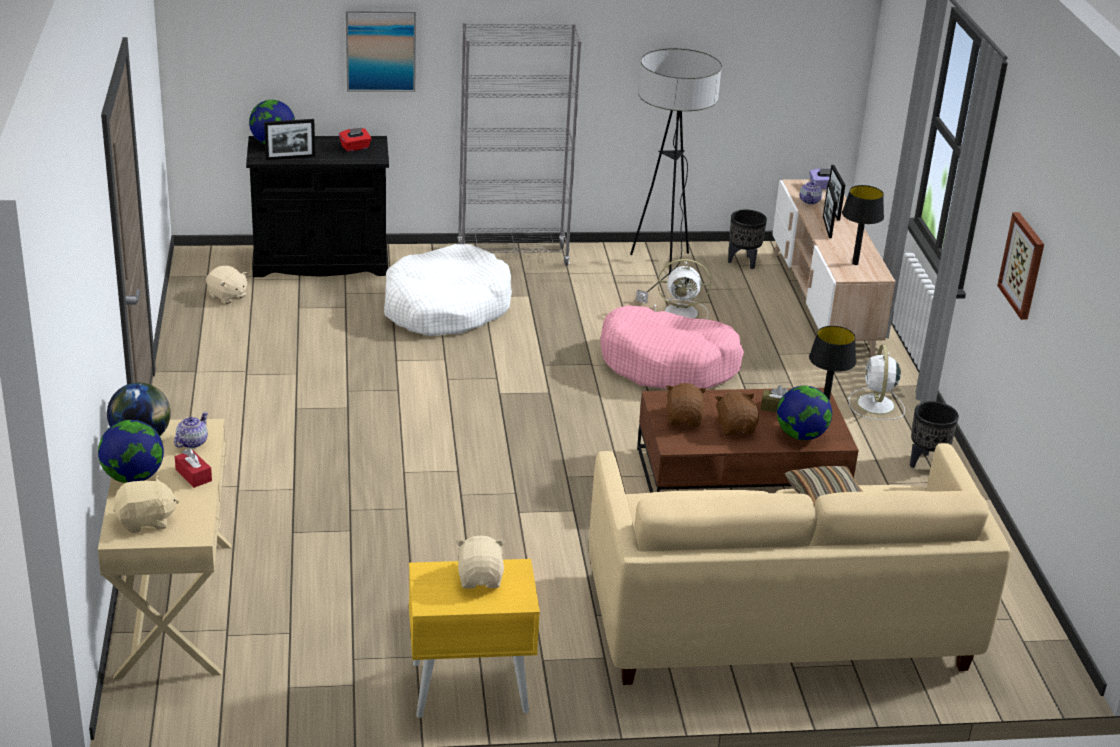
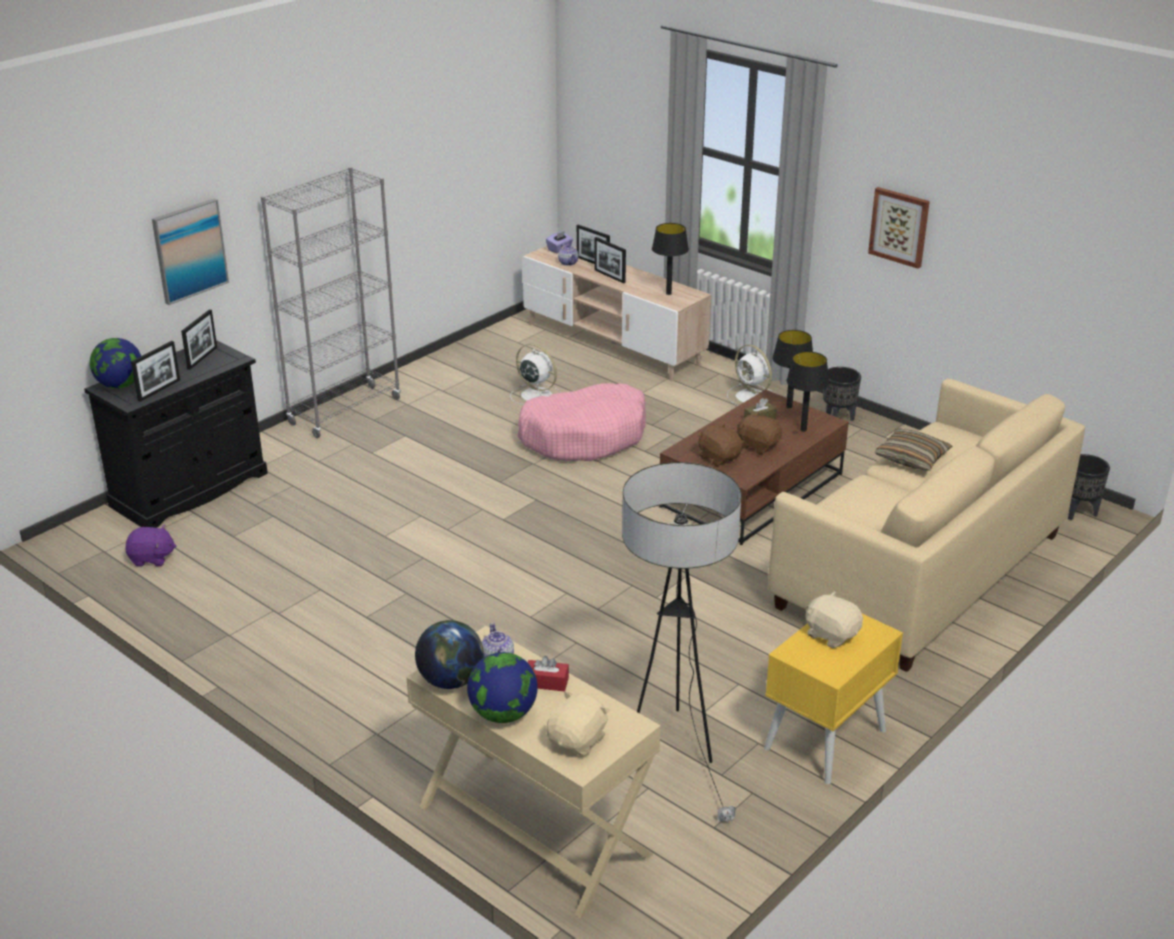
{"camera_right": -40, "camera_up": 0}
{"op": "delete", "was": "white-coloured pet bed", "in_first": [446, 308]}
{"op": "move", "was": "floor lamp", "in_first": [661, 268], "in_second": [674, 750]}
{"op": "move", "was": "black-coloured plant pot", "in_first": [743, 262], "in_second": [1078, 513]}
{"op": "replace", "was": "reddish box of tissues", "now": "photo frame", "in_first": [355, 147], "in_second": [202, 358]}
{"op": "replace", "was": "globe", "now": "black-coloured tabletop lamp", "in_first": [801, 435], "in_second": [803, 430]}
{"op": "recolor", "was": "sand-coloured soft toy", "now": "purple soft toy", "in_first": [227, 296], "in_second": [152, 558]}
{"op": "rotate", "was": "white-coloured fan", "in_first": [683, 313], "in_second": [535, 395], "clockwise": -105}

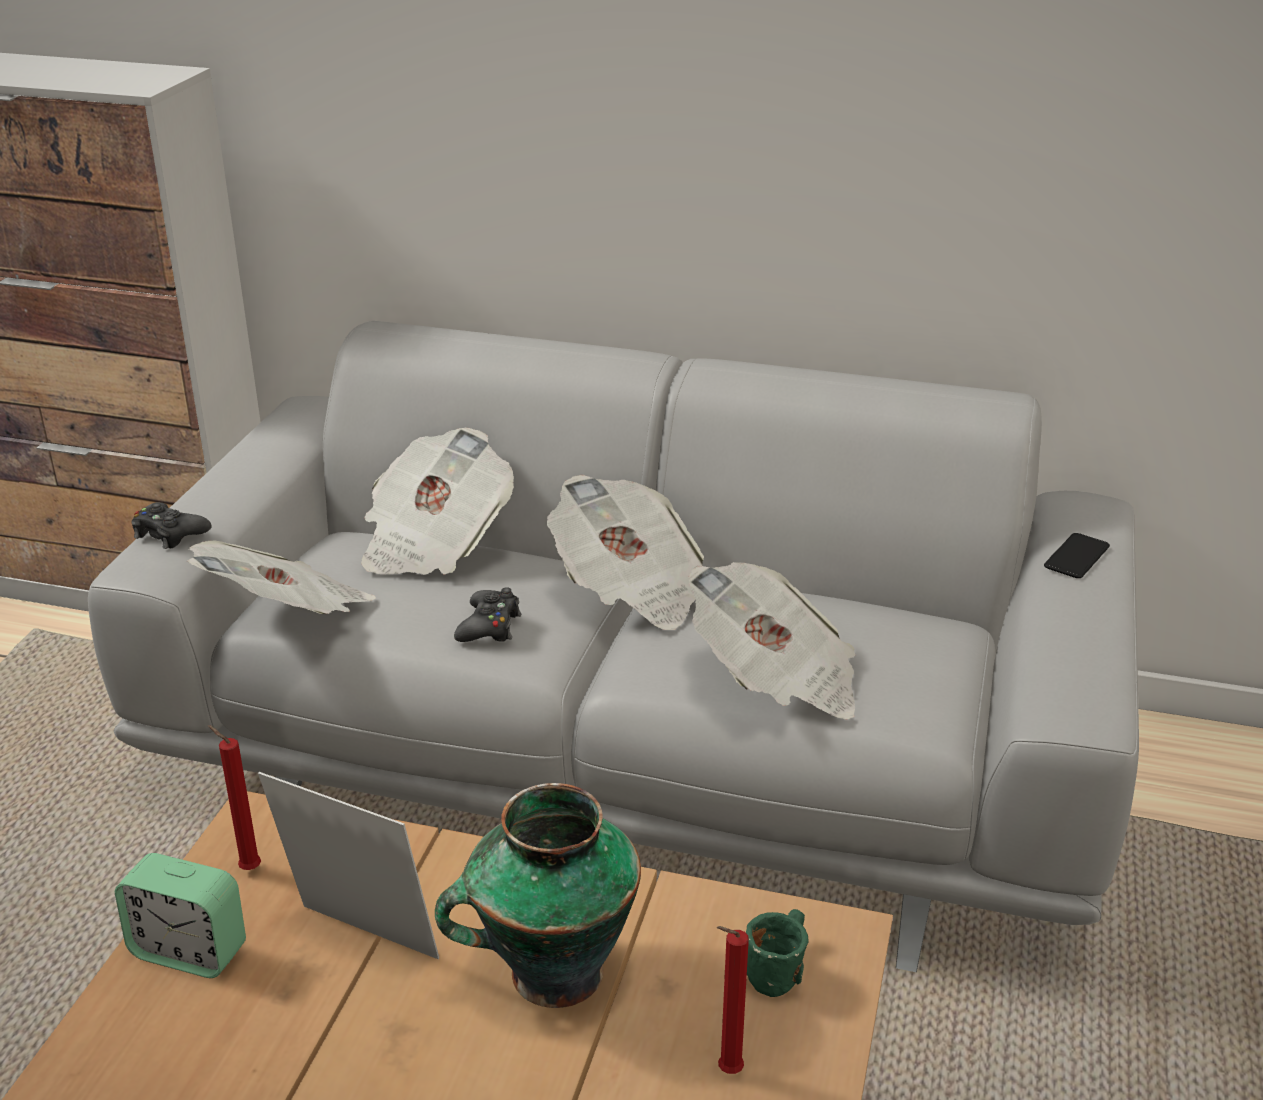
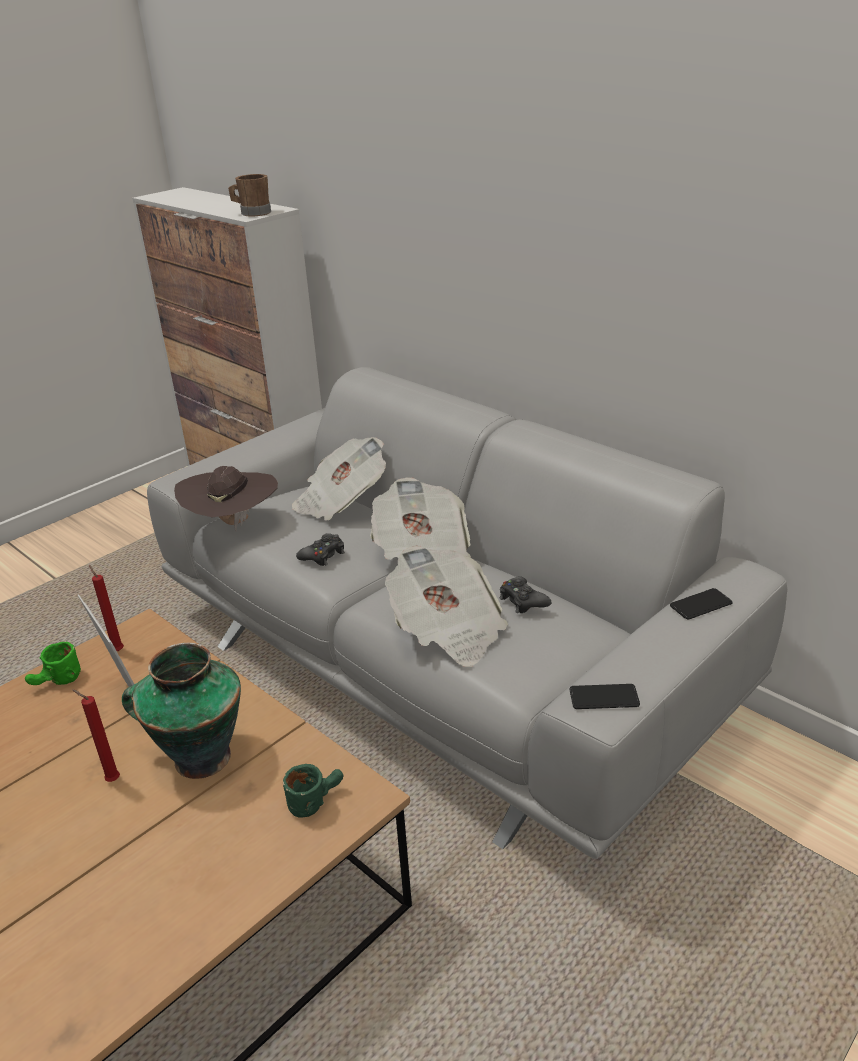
{"camera_right": 30, "camera_up": 0}
{"op": "insert", "now": "brown-coloured coffee mug", "in_second": [252, 213]}
{"op": "insert", "now": "handset", "in_second": [604, 697]}
{"op": "move", "was": "black-coloured joypad", "in_first": [169, 534], "in_second": [522, 601]}
{"op": "move", "was": "reddish candle", "in_first": [726, 1071], "in_second": [111, 780]}
{"op": "replace", "was": "alarm clock", "now": "green coffee mug", "in_first": [189, 951], "in_second": [57, 682]}
{"op": "replace", "was": "newspaper", "now": "brown-coloured clothing hat", "in_first": [289, 616], "in_second": [233, 524]}

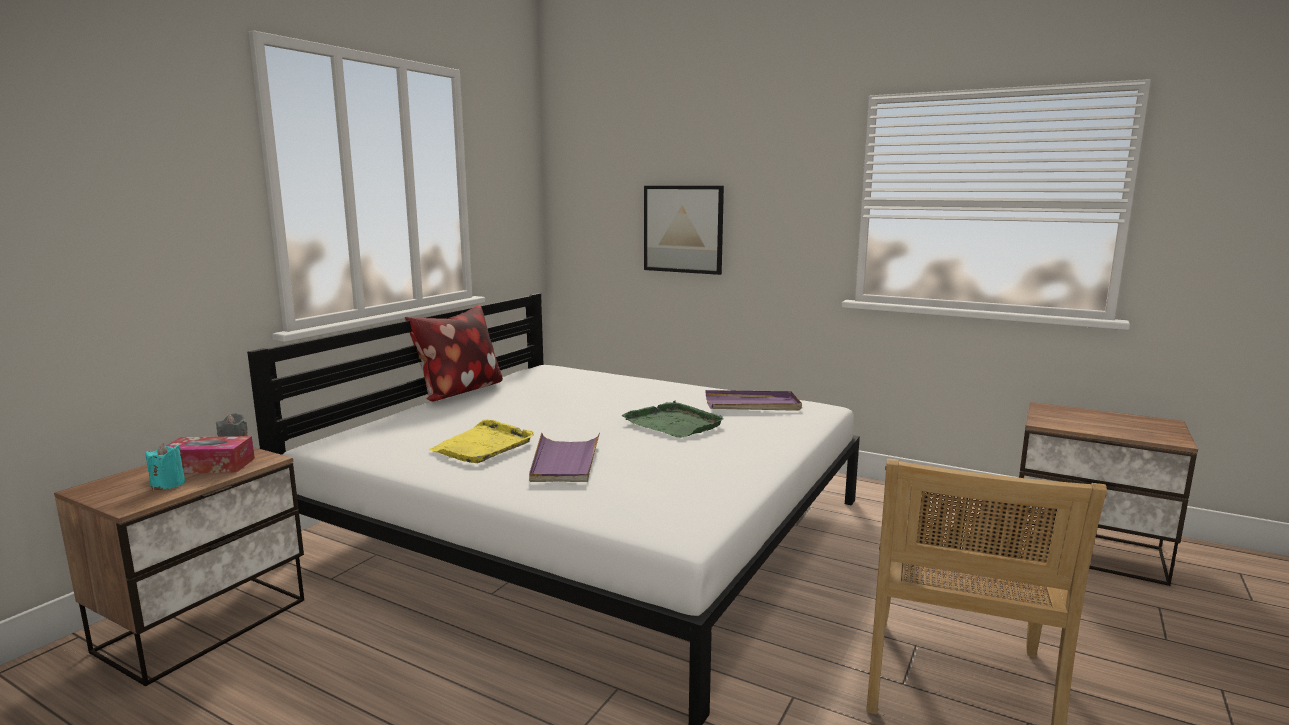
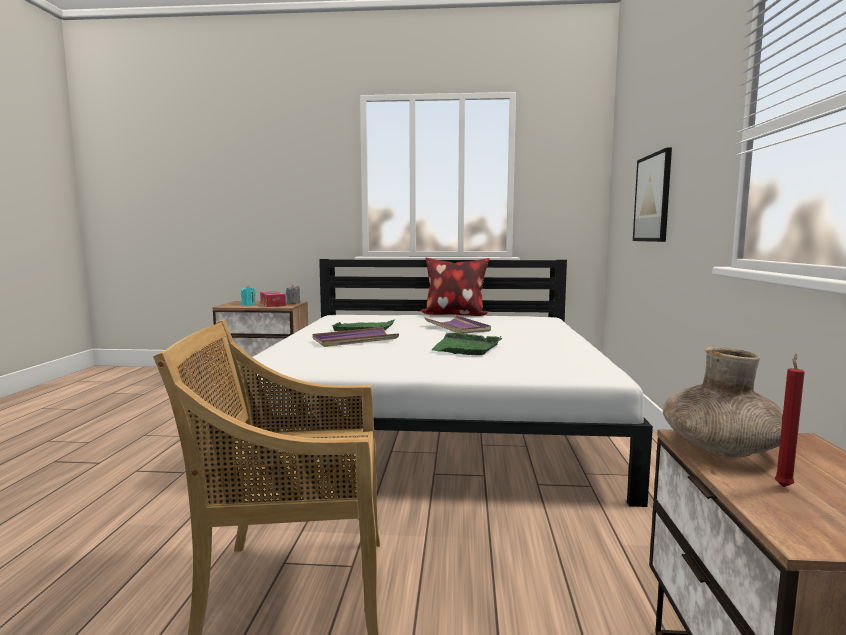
{"camera_right": 65, "camera_up": -5}
{"op": "insert", "now": "brown-coloured flower vase", "in_second": [722, 448]}
{"op": "insert", "now": "reddish candle", "in_second": [783, 486]}
{"op": "move", "was": "purple tray", "in_first": [752, 404], "in_second": [457, 327]}
{"op": "recolor", "was": "yellow tray", "now": "green tray", "in_first": [483, 445], "in_second": [364, 328]}

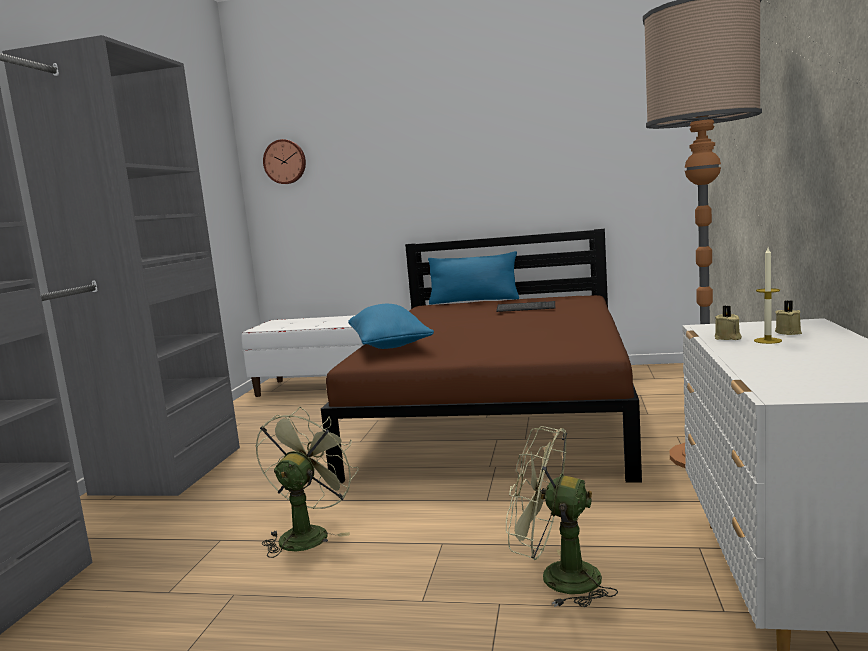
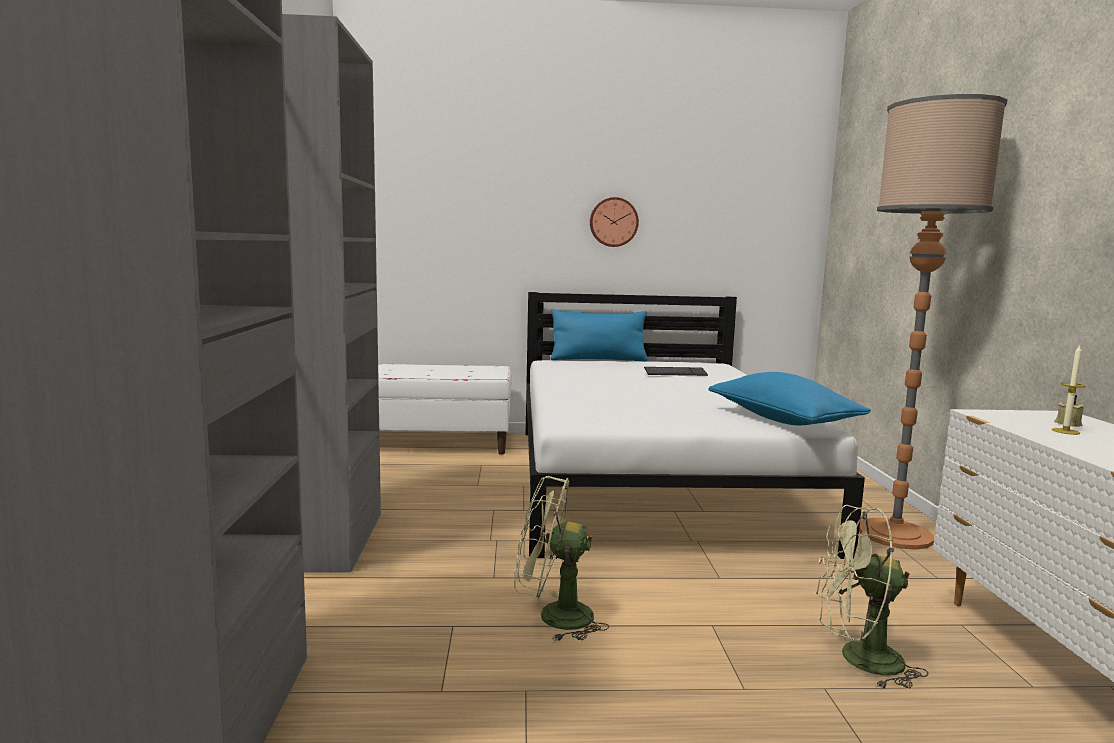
{"camera_right": -15, "camera_up": 0}
{"op": "delete", "was": "sand-coloured candle", "in_first": [727, 338]}
{"op": "move", "was": "clock on the wall", "in_first": [285, 162], "in_second": [613, 222]}
{"op": "move", "was": "blue pillow", "in_first": [389, 345], "in_second": [782, 420]}
{"op": "recolor", "was": "brown-coloured sleeping bed", "now": "white-coloured sleeping bed", "in_first": [499, 413], "in_second": [652, 482]}
{"op": "rotate", "was": "green fan", "in_first": [307, 534], "in_second": [553, 617], "clockwise": -90}

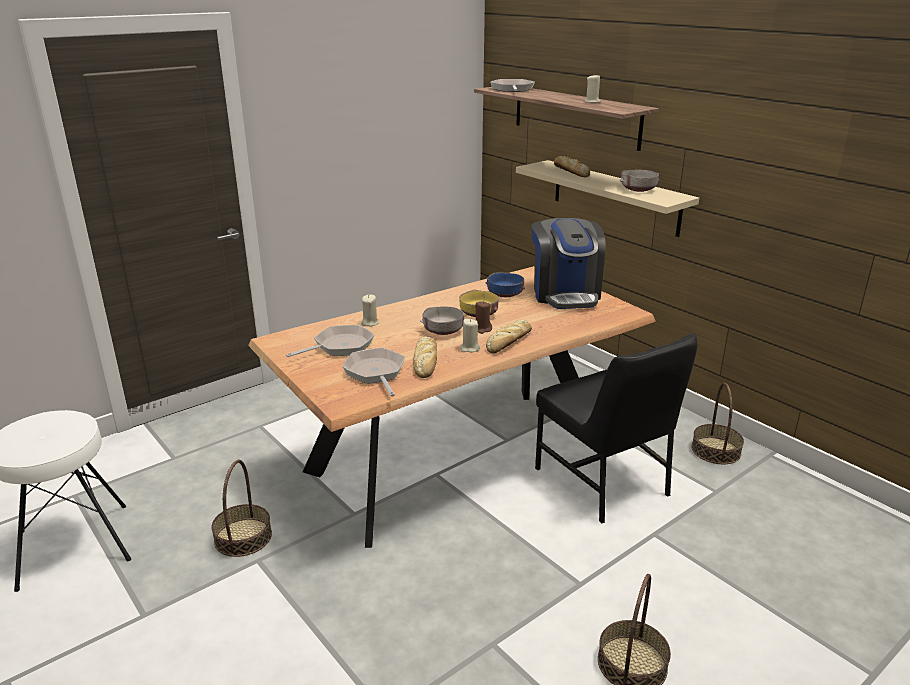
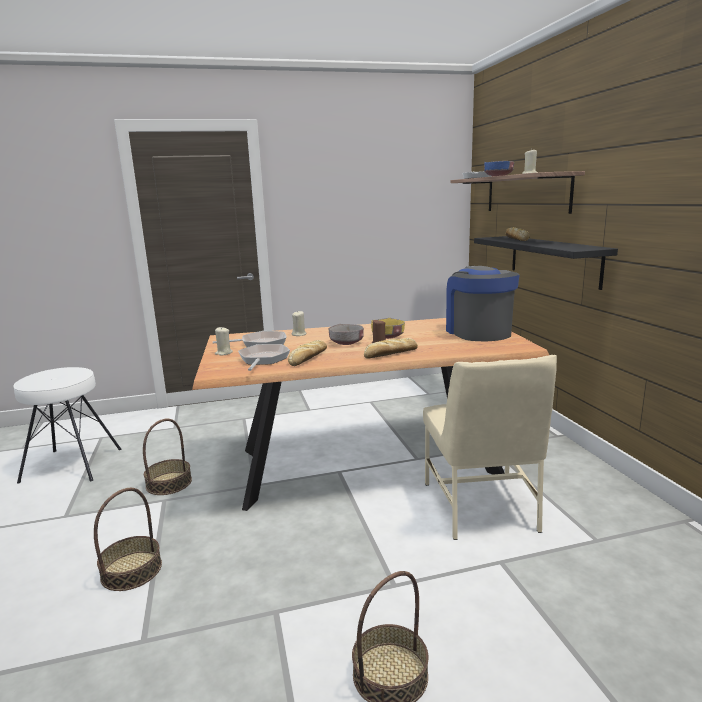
{"camera_right": 25, "camera_up": -10}
{"op": "delete", "was": "gray serving bowl", "in_first": [638, 190]}
{"op": "move", "was": "sand-coloured candle", "in_first": [469, 348], "in_second": [223, 353]}
{"op": "move", "was": "blue serving bowl", "in_first": [505, 294], "in_second": [498, 176]}
{"op": "move", "was": "household basket", "in_first": [715, 450], "in_second": [131, 570]}
{"op": "recolor", "was": "sand-coloured bracket shelf", "now": "black-coloured bracket shelf", "in_first": [615, 197], "in_second": [553, 260]}
{"op": "recolor", "was": "black-coloured chair", "now": "sand-coloured chair", "in_first": [603, 482], "in_second": [481, 507]}
{"op": "rotate", "was": "coffee maker", "in_first": [565, 294], "in_second": [478, 332], "clockwise": 150}

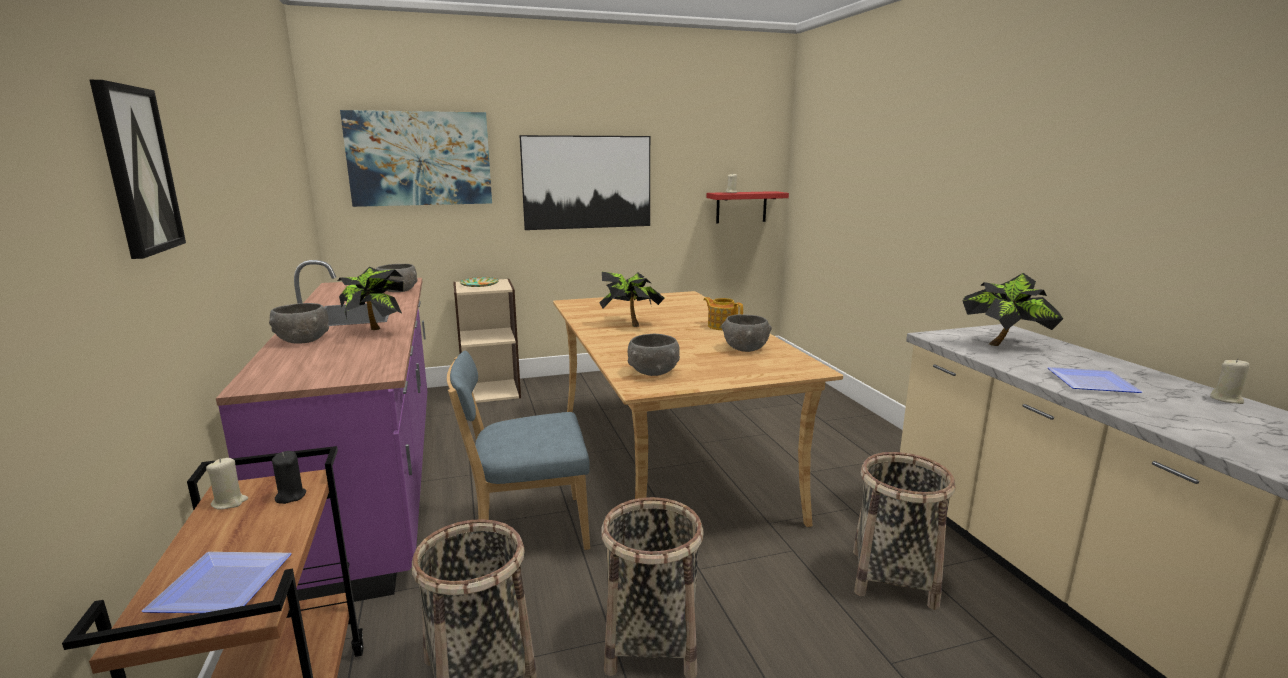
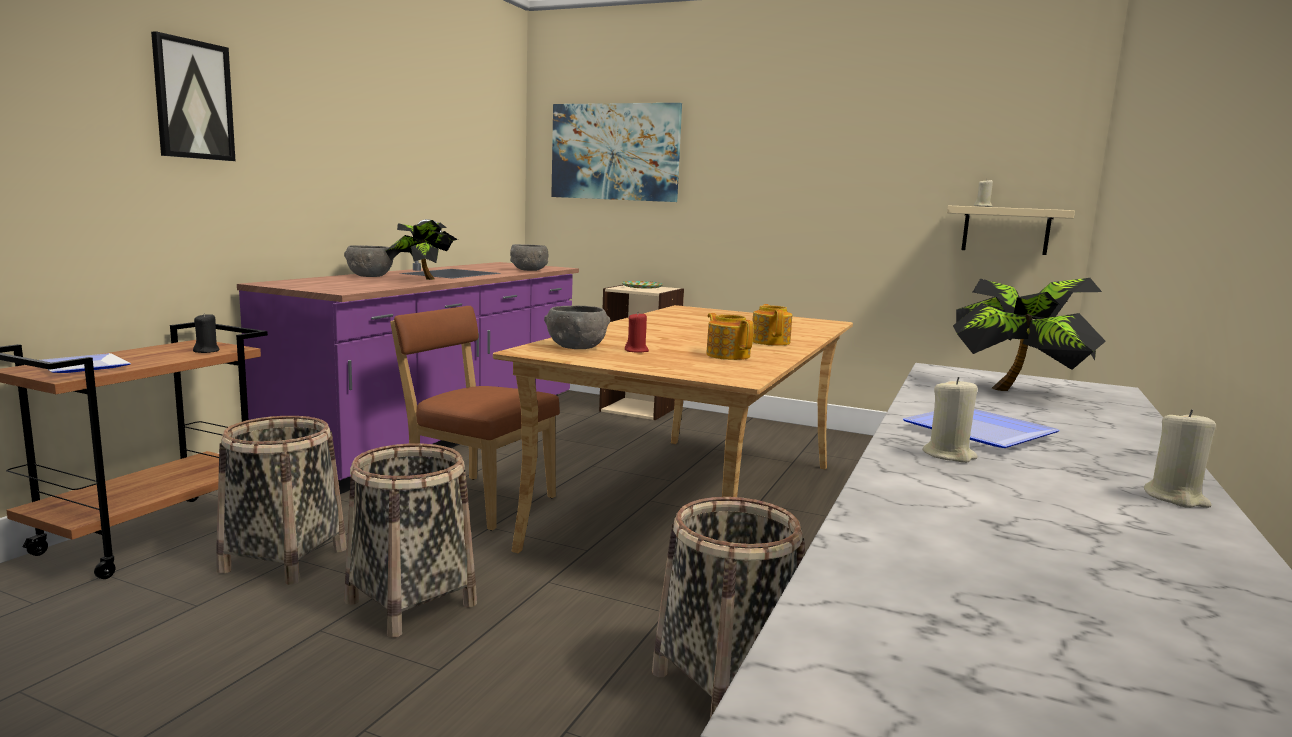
{"camera_right": 40, "camera_up": -5}
{"op": "delete", "was": "picture", "in_first": [587, 182]}
{"op": "delete", "was": "plant in a pot", "in_first": [630, 324]}
{"op": "insert", "now": "reddish candle", "in_second": [636, 351]}
{"op": "move", "was": "sand-coloured candle", "in_first": [229, 502], "in_second": [949, 455]}
{"op": "replace", "was": "gray serving bowl", "now": "teapot", "in_first": [745, 348], "in_second": [728, 355]}
{"op": "recolor", "was": "blue chair", "now": "brown-coloured chair", "in_first": [526, 529], "in_second": [476, 500]}
{"op": "recolor", "was": "reddish bracket shelf", "now": "sand-coloured bracket shelf", "in_first": [741, 207], "in_second": [1006, 230]}

